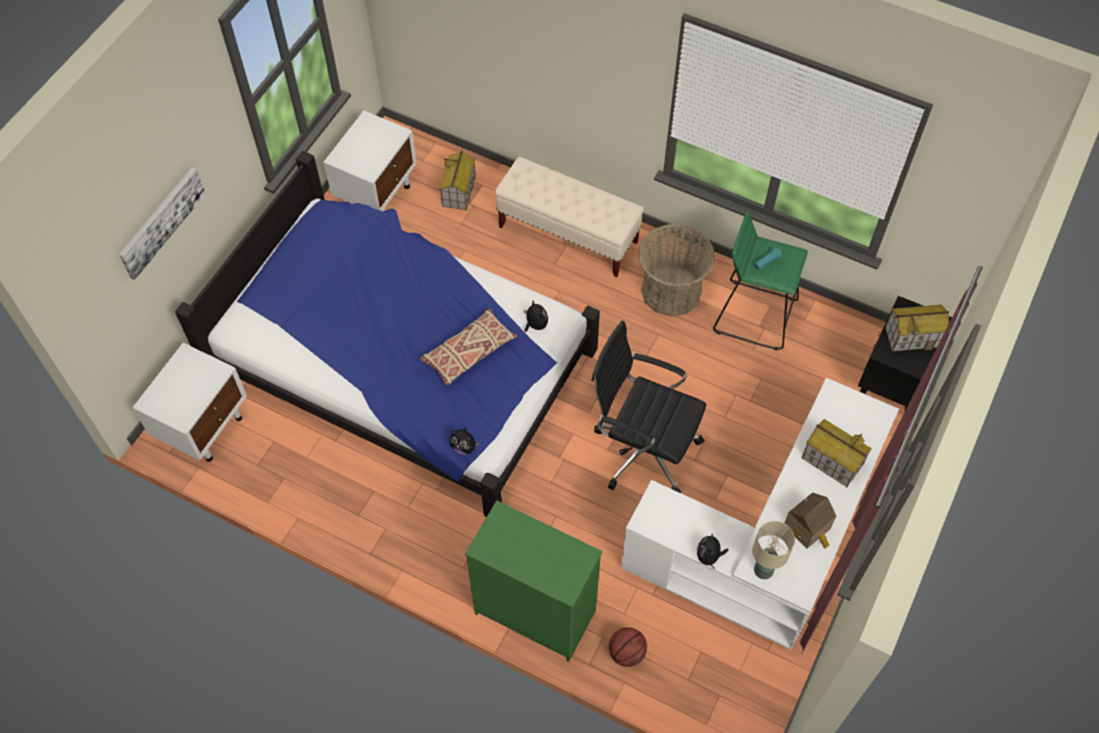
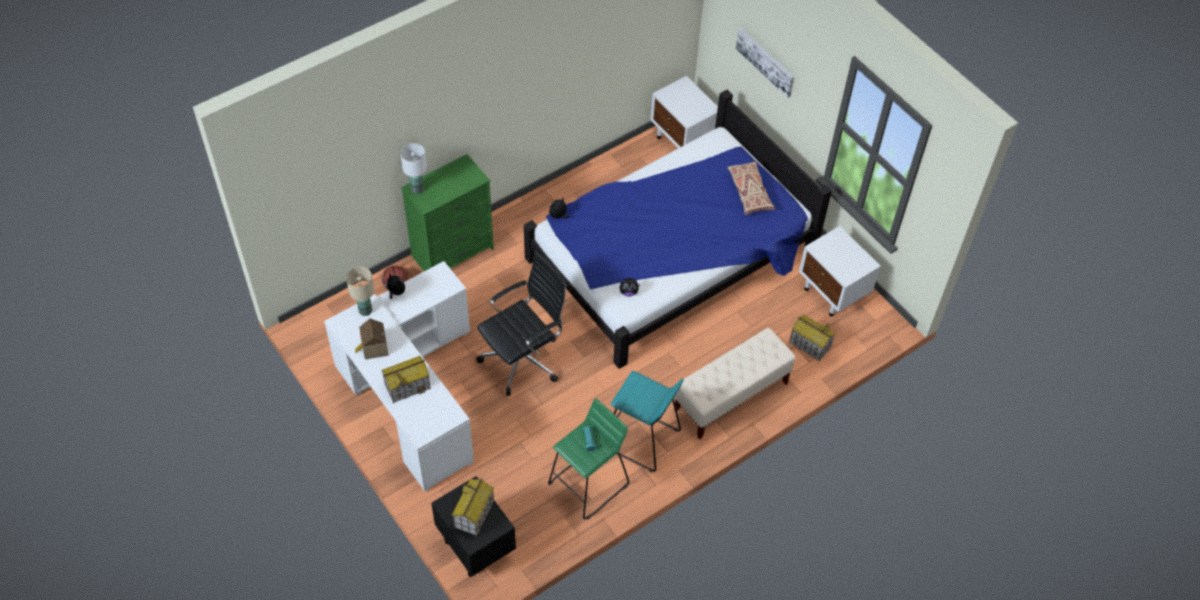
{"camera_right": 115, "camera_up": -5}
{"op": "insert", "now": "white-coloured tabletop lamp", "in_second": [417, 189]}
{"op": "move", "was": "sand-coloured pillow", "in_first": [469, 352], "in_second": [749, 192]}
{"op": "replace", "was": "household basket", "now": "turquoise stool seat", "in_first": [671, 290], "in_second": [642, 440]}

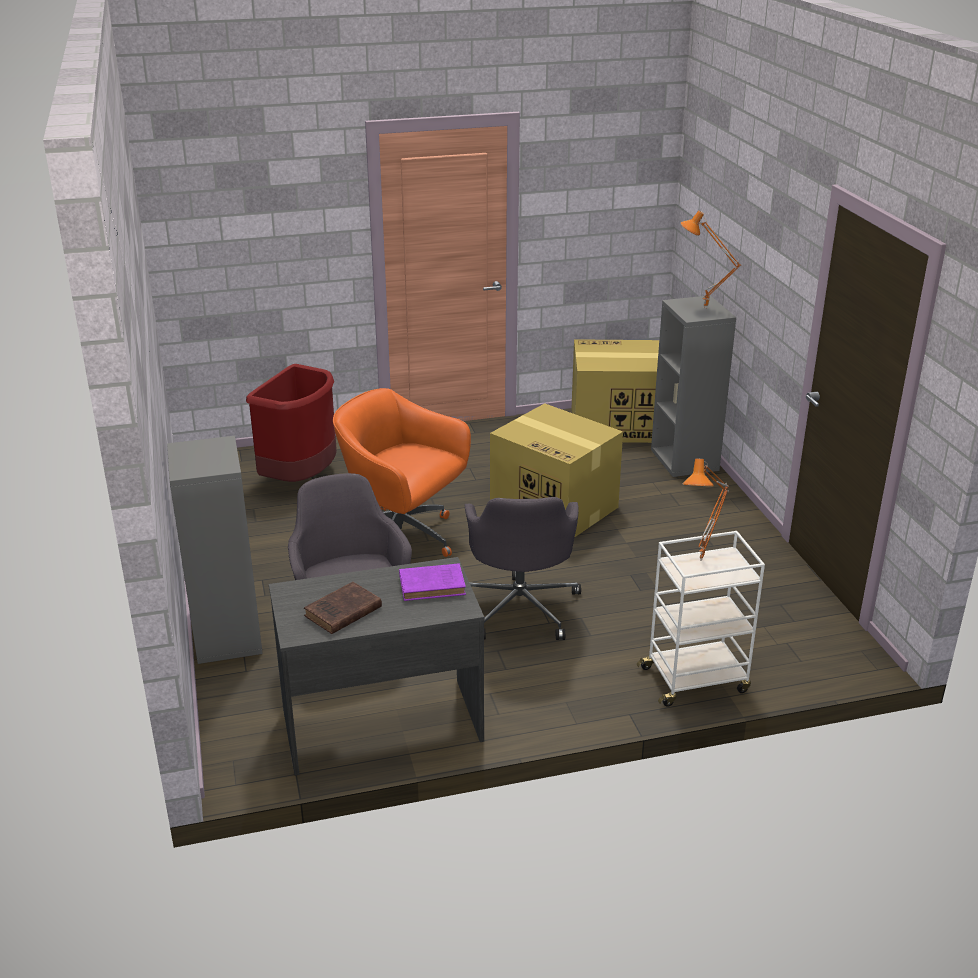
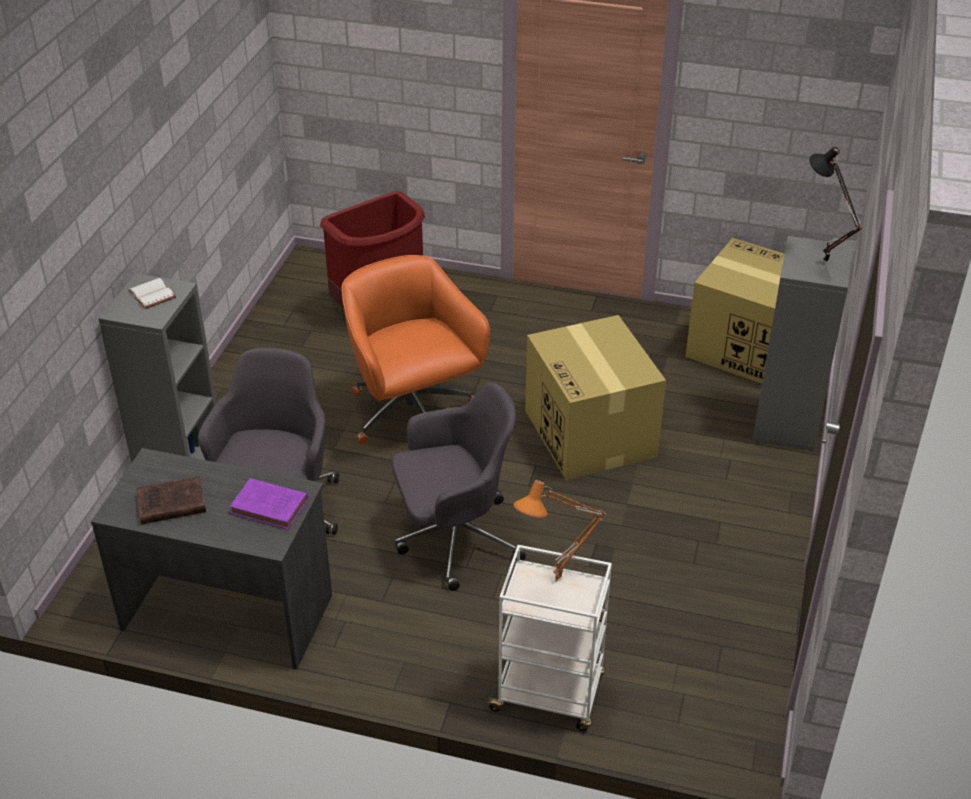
{"camera_right": 30, "camera_up": 10}
{"op": "insert", "now": "white-coloured book", "in_second": [154, 294]}
{"op": "recolor", "was": "orange-coloured tabletop lamp", "now": "black-coloured tabletop lamp", "in_first": [704, 308], "in_second": [822, 263]}
{"op": "rotate", "was": "gray computer chair", "in_first": [520, 607], "in_second": [454, 538], "clockwise": -135}

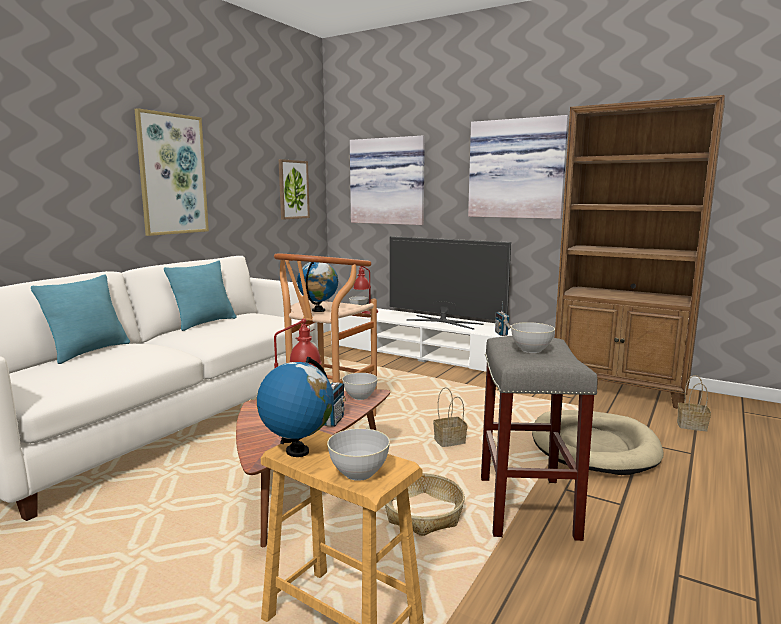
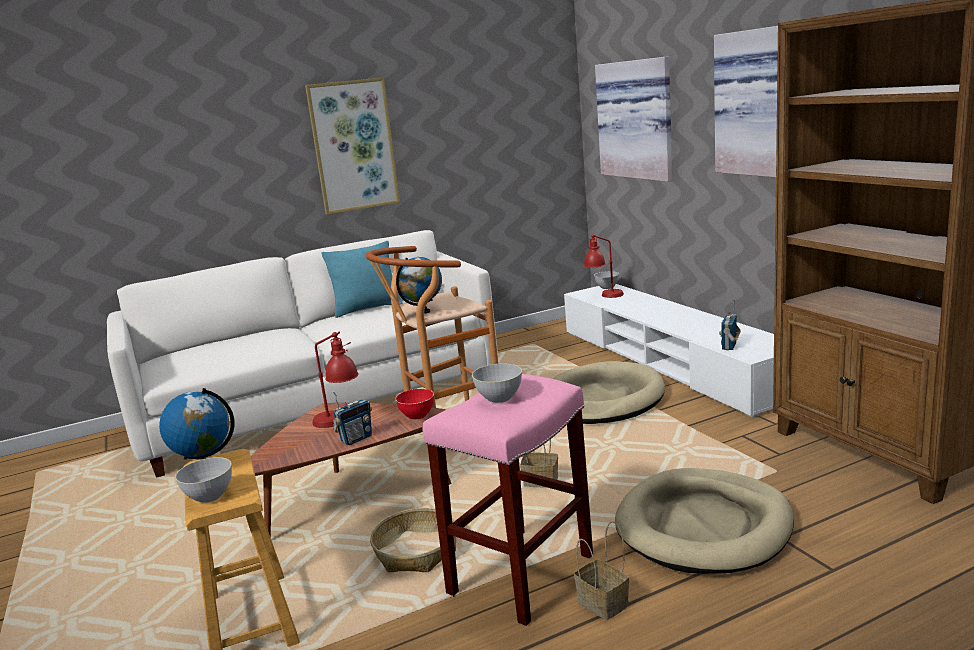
{"camera_right": 35, "camera_up": 5}
{"op": "delete", "was": "turquoise pillow", "in_first": [89, 351]}
{"op": "delete", "was": "picture", "in_first": [293, 189]}
{"op": "delete", "was": "TV set", "in_first": [444, 322]}
{"op": "insert", "now": "sand-coloured pet bed", "in_second": [603, 399]}
{"op": "move", "was": "household basket", "in_first": [692, 425], "in_second": [604, 603]}
{"op": "recolor", "was": "gray serving bowl", "now": "reddish serving bowl", "in_first": [360, 396], "in_second": [417, 415]}
{"op": "recolor", "was": "gray stool seat", "now": "pink-coloured stool seat", "in_first": [528, 507], "in_second": [521, 575]}

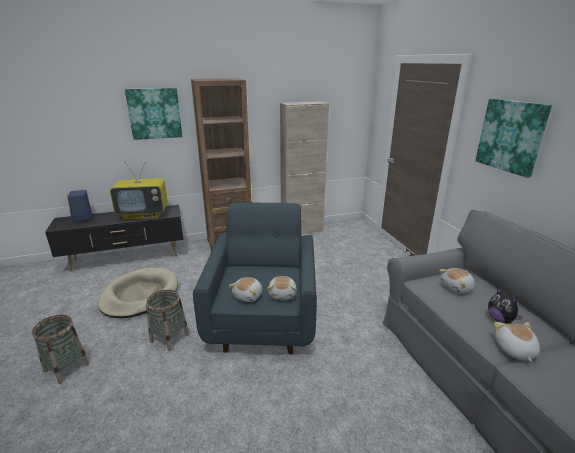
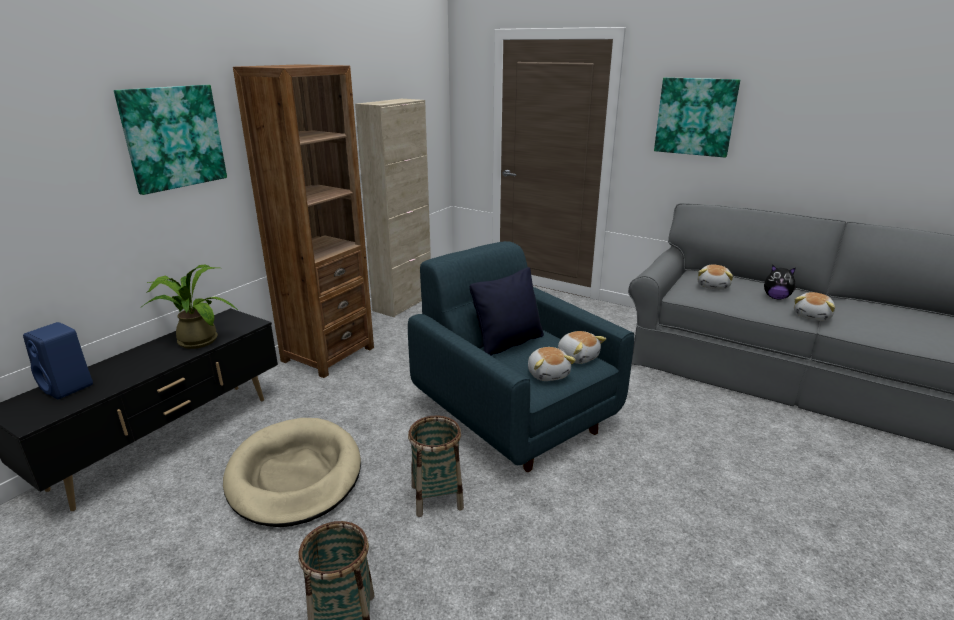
{"camera_right": -40, "camera_up": 0}
{"op": "insert", "now": "black-coloured pillow", "in_second": [508, 343]}
{"op": "replace", "was": "TV set", "now": "plant in a pot", "in_first": [144, 214], "in_second": [195, 340]}
{"op": "rotate", "was": "soft toy", "in_first": [514, 350], "in_second": [813, 316], "clockwise": -105}

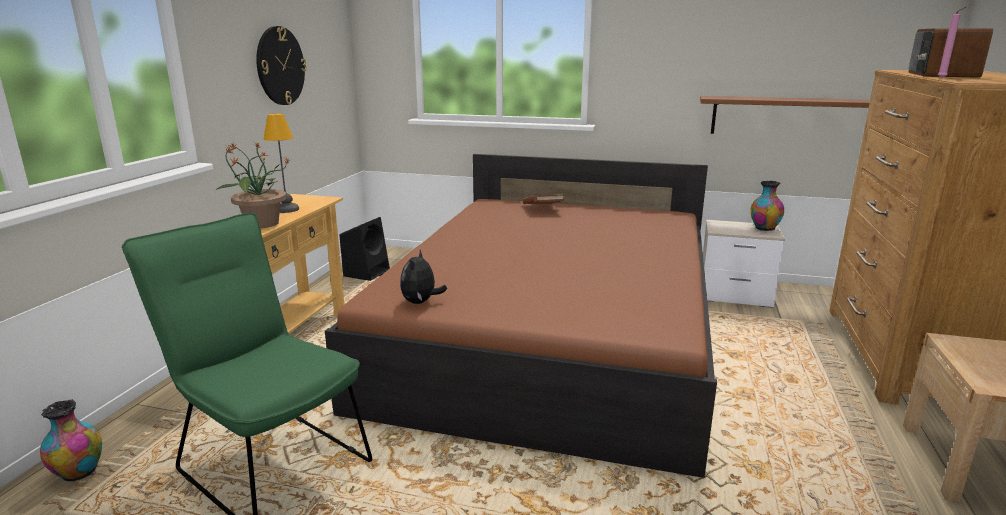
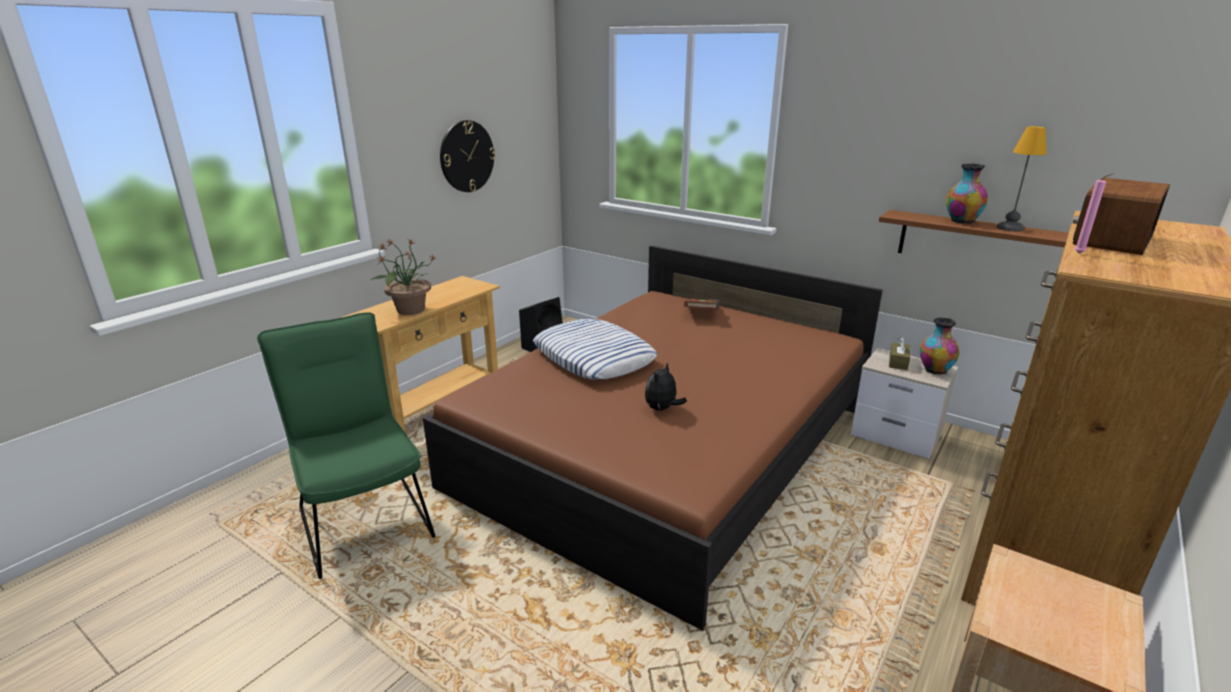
{"camera_right": 20, "camera_up": 5}
{"op": "insert", "now": "pillow", "in_second": [594, 357]}
{"op": "insert", "now": "brown-coloured box of tissues", "in_second": [898, 362]}
{"op": "move", "was": "flower vase", "in_first": [78, 473], "in_second": [961, 221]}
{"op": "move", "was": "tabletop lamp", "in_first": [286, 209], "in_second": [1009, 228]}
{"op": "move", "was": "soft toy", "in_first": [421, 302], "in_second": [662, 409]}

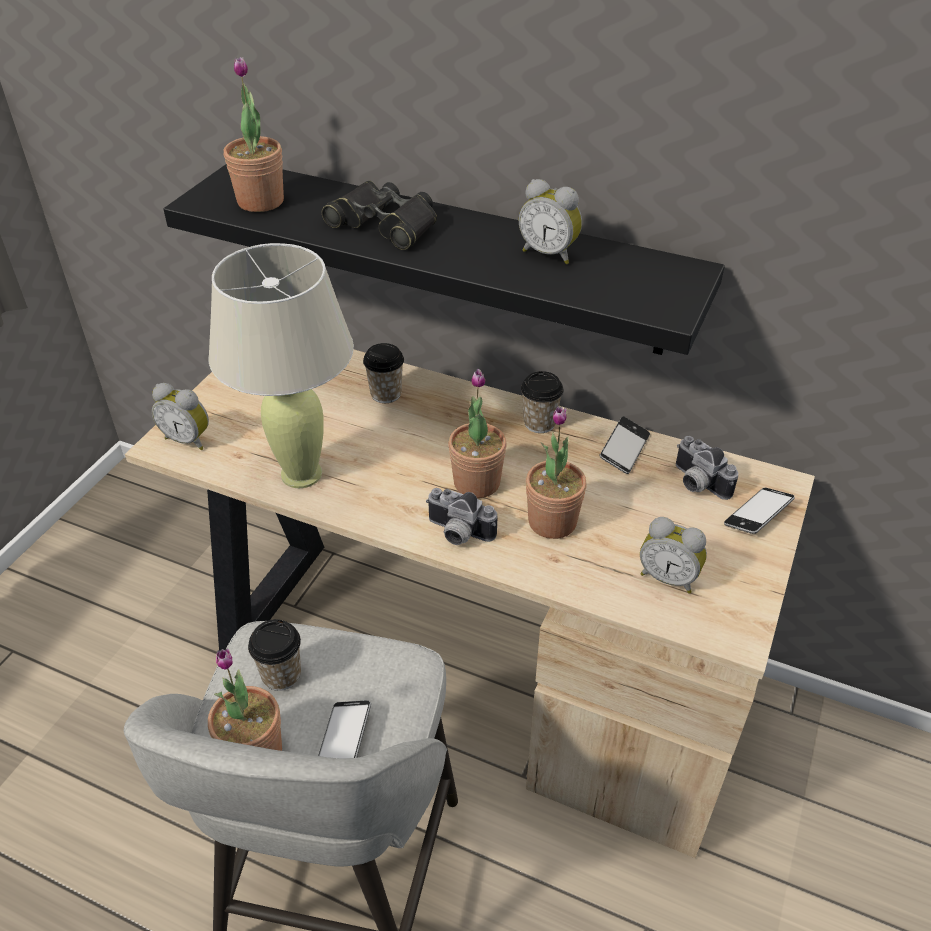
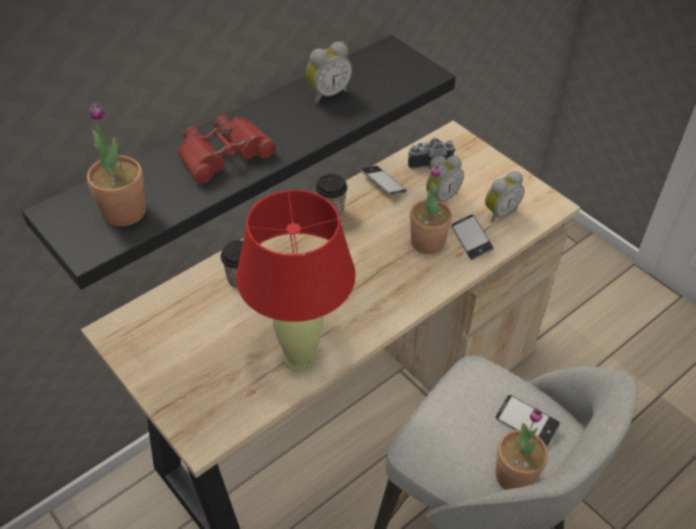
{"camera_right": -65, "camera_up": 5}
{"op": "delete", "was": "small cup", "in_first": [281, 675]}
{"op": "delete", "was": "still camera", "in_first": [457, 534]}
{"op": "delete", "was": "plant in a pot", "in_first": [477, 482]}
{"op": "move", "was": "alarm clock", "in_first": [189, 439], "in_second": [440, 197]}
{"op": "move", "was": "handset", "in_first": [758, 515], "in_second": [471, 240]}
{"op": "recolor", "was": "sand-coloured tabletop lamp", "now": "reddish tabletop lamp", "in_first": [301, 474], "in_second": [299, 358]}
{"op": "recolor", "was": "black-coloured pair of binoculars", "now": "reddish pair of binoculars", "in_first": [385, 224], "in_second": [224, 155]}

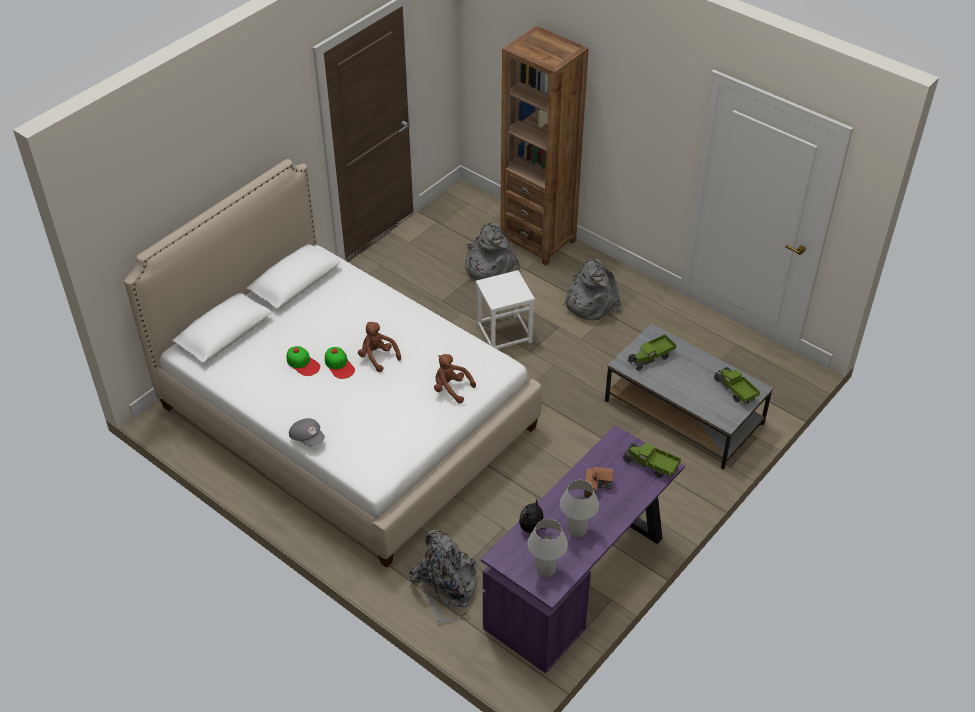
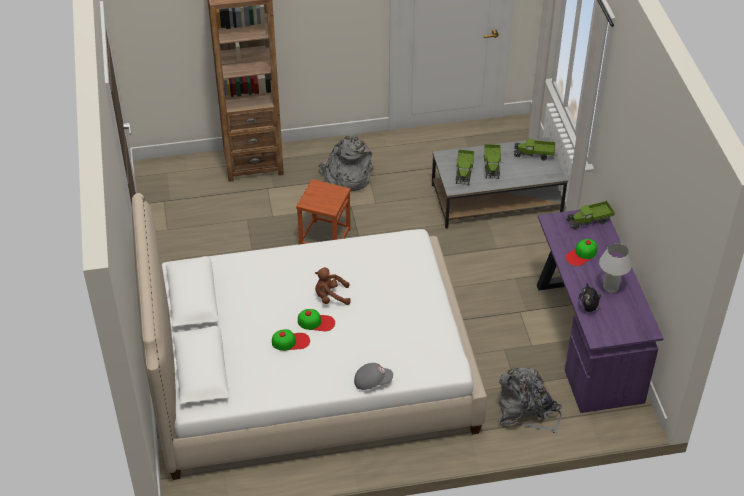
{"camera_right": -50, "camera_up": 0}
{"op": "delete", "was": "brown-coloured soft toy", "in_first": [451, 389]}
{"op": "delete", "was": "gray knapsack", "in_first": [488, 267]}
{"op": "delete", "was": "white-coloured tabletop lamp", "in_first": [546, 569]}
{"op": "insert", "now": "toy truck", "in_second": [492, 166]}
{"op": "replace", "was": "toy house", "now": "peaked cap", "in_first": [597, 484], "in_second": [581, 254]}
{"op": "recolor", "was": "white-coloured stool seat", "now": "brown-coloured stool seat", "in_first": [504, 333], "in_second": [324, 237]}

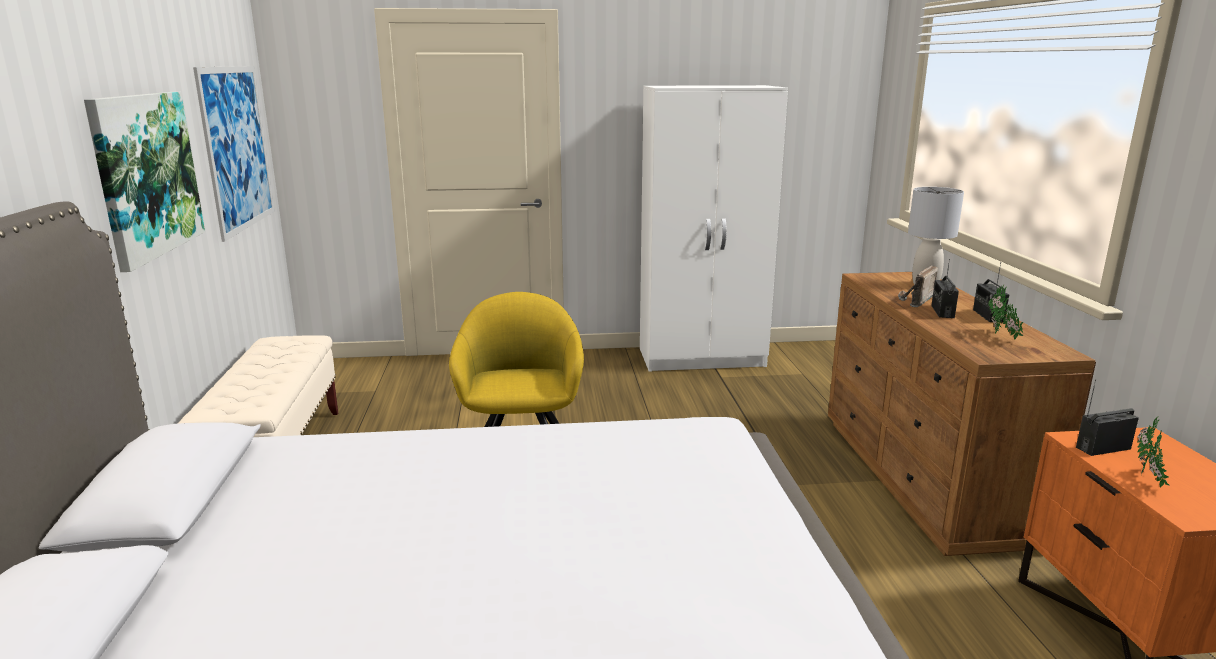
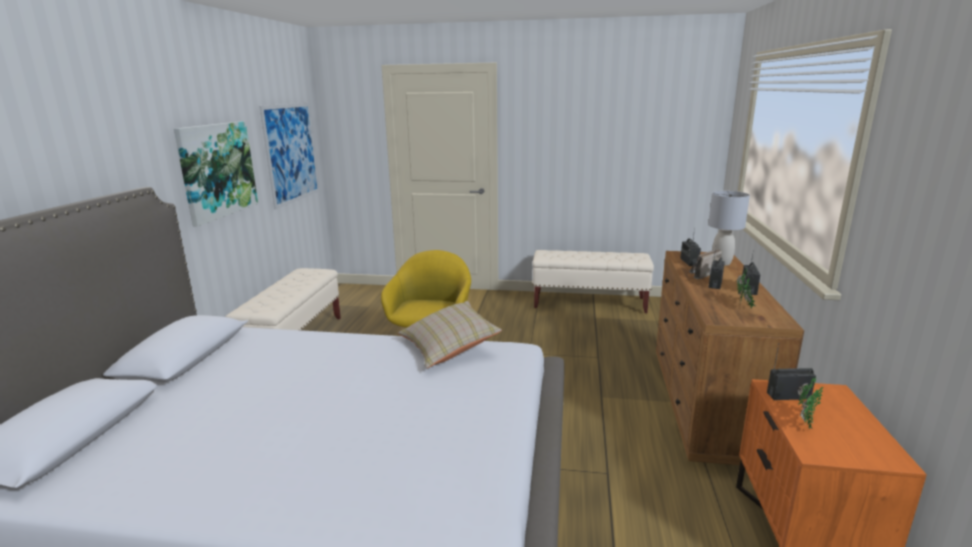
{"camera_right": 15, "camera_up": 0}
{"op": "insert", "now": "sand-coloured pillow", "in_second": [449, 348]}
{"op": "insert", "now": "radio set", "in_second": [689, 262]}
{"op": "replace", "was": "white-coloured armoire", "now": "sand-coloured indoor bench", "in_first": [703, 358], "in_second": [589, 303]}

